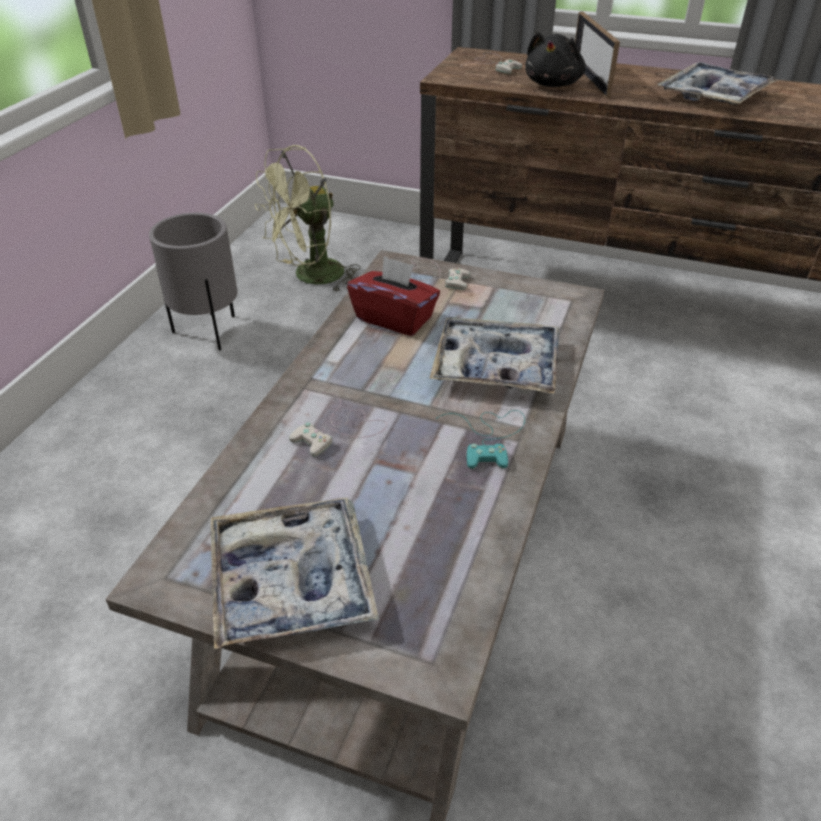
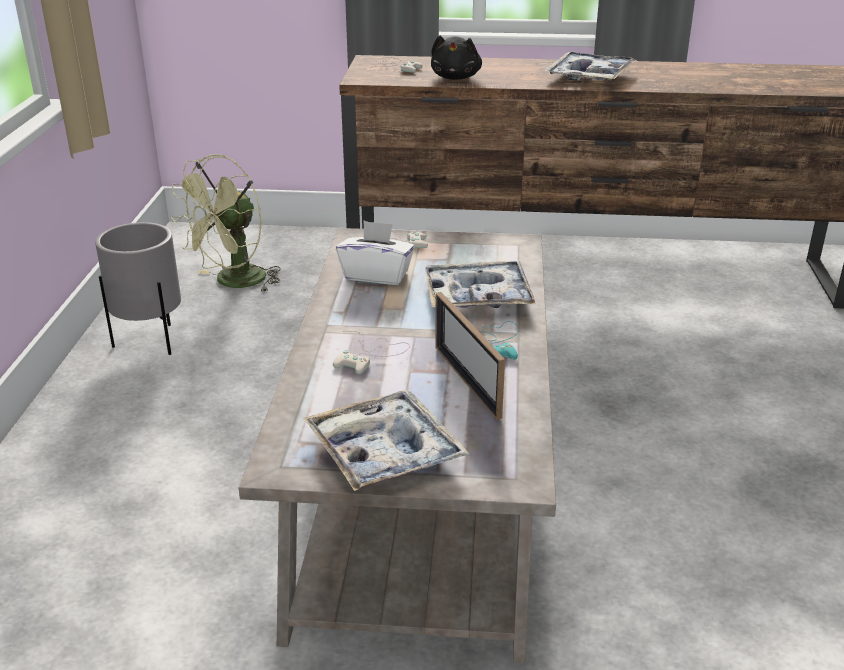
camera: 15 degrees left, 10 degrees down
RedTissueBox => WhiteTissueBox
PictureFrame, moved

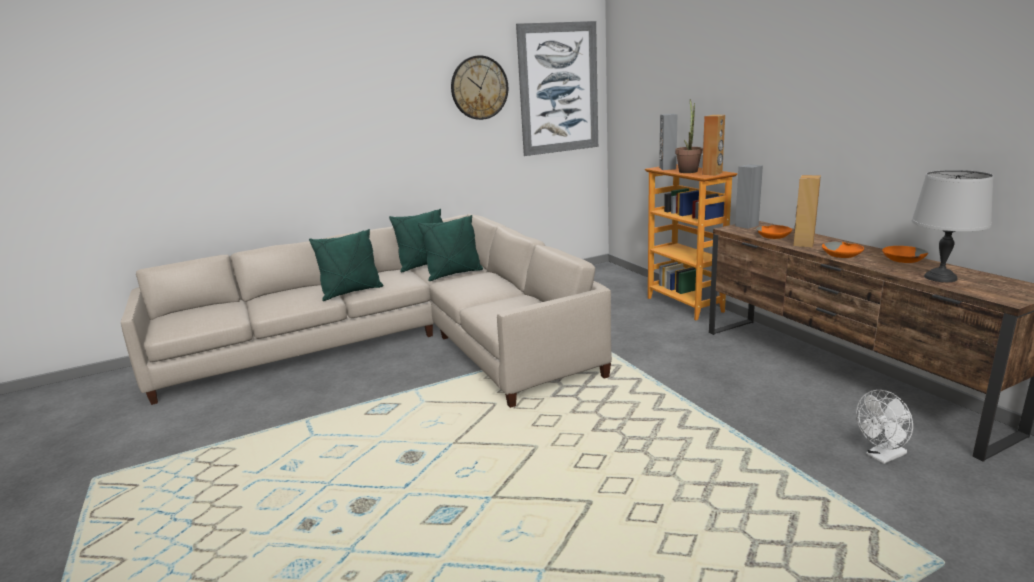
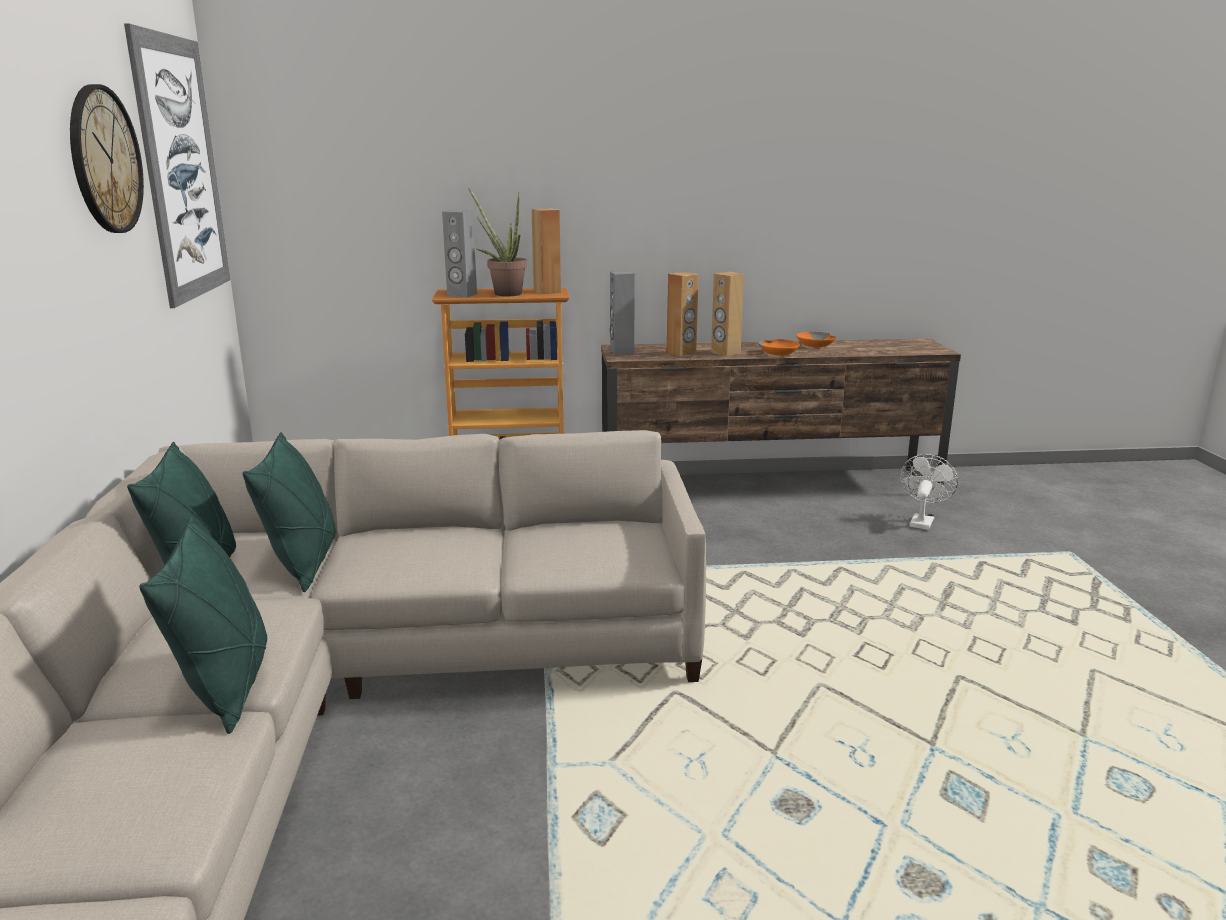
camera: 70 degrees left, 0 degrees up
OrangeBowl (1st from left) => BrownSpeaker (2nd from left)
WhiteFan, 150 degrees counterclockwise
GreyTableLamp => nothing

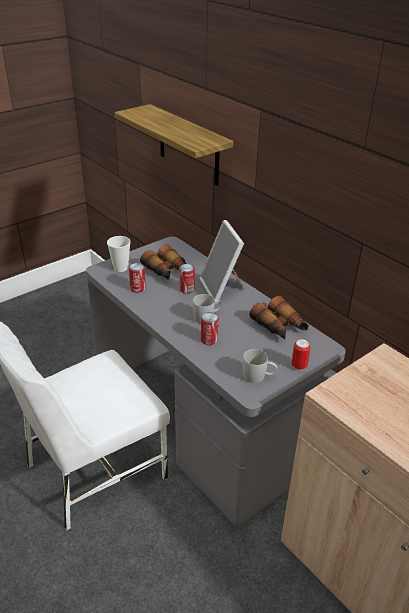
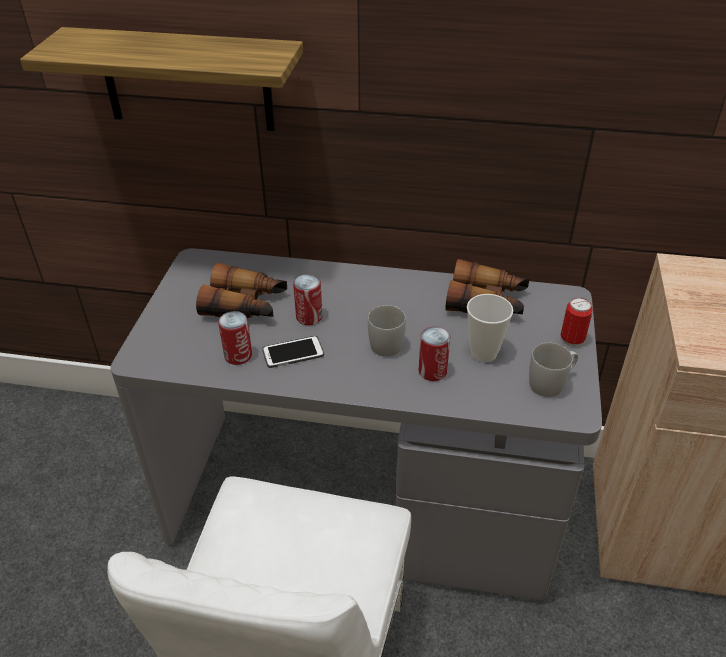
camera: 40 degrees left, 5 degrees up
nothing => Phone
Cup, moved
PictureFrame => nothing

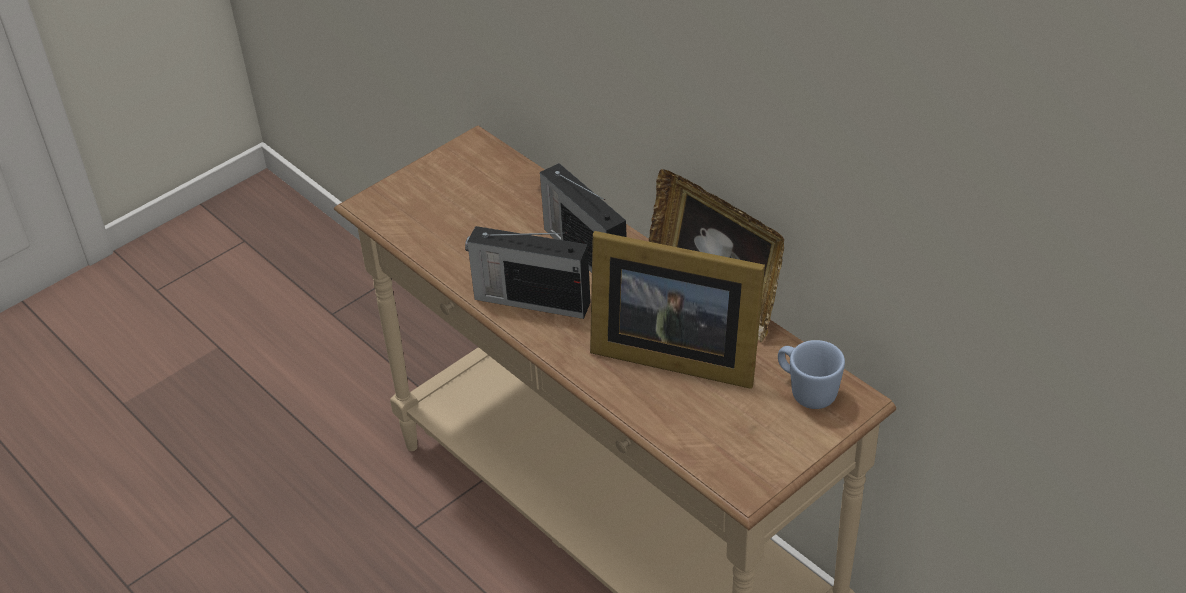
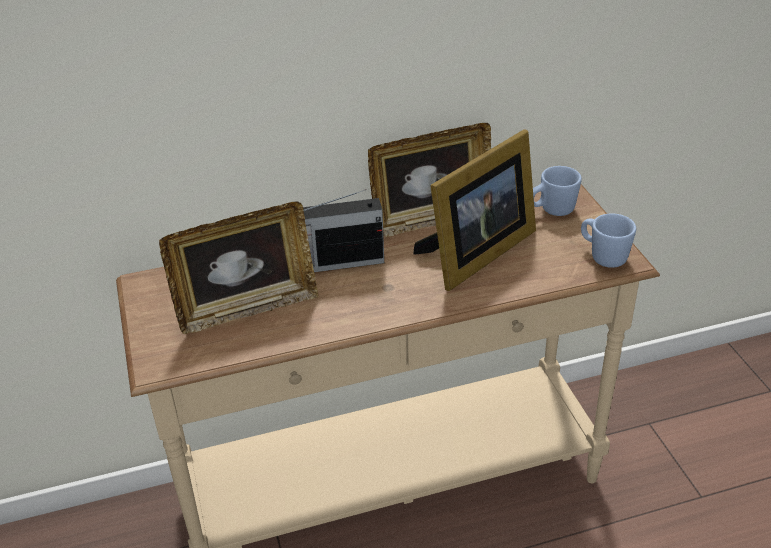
camera: 65 degrees left, 5 degrees down
nothing => PictureFrame (1st from left)
nothing => BlueMug (2nd from left)
Radio (1st from left) => nothing

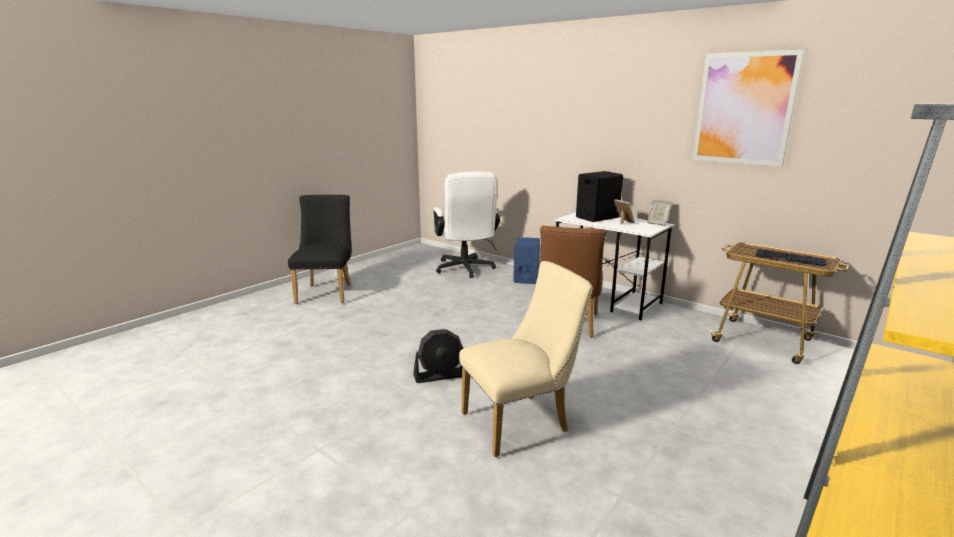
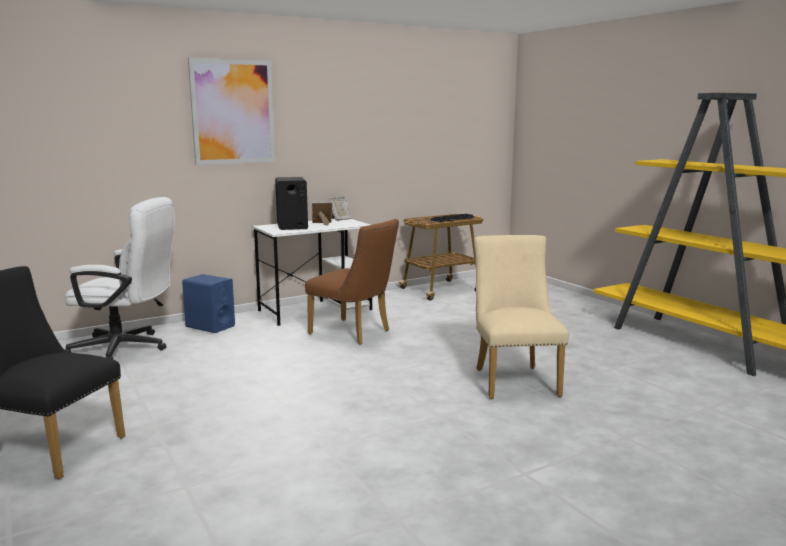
camera: 70 degrees left, 5 degrees down
Picture, moved
BlackFan => nothing

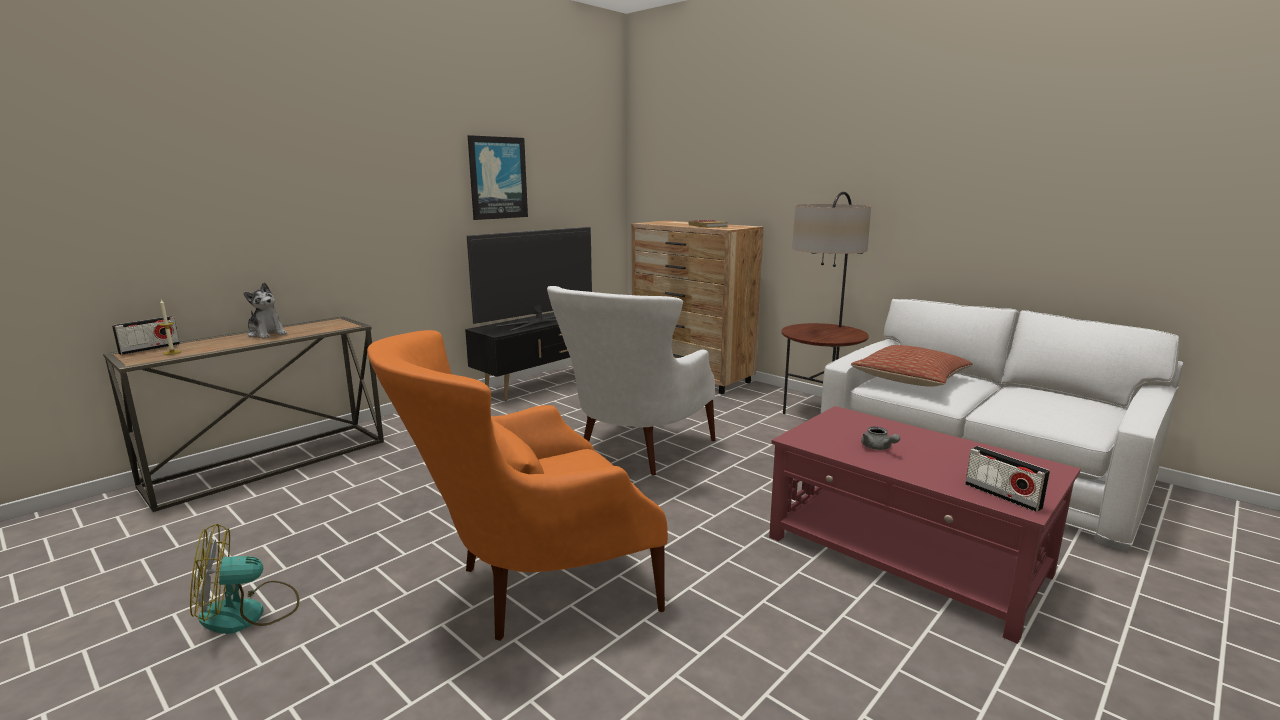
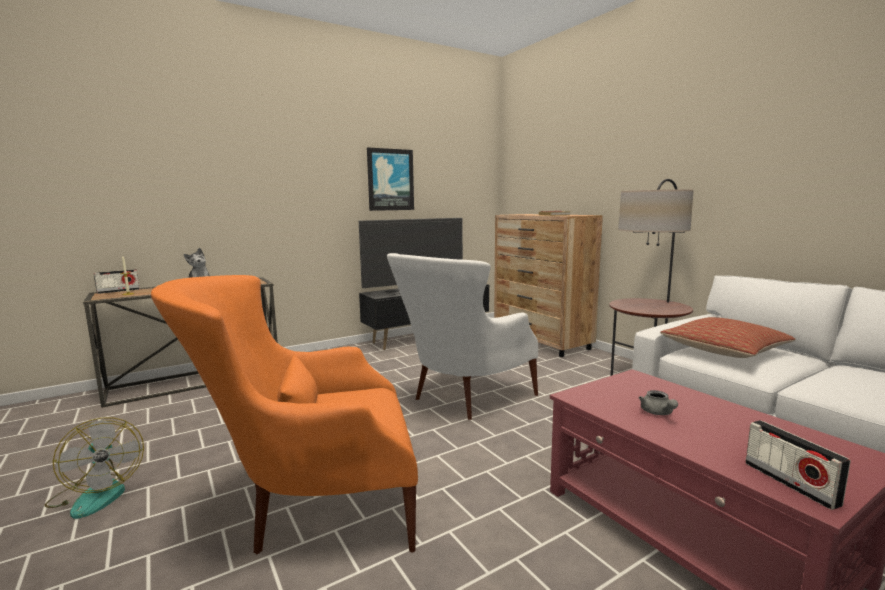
camera: 15 degrees right, 5 degrees down
Fan, 120 degrees counterclockwise

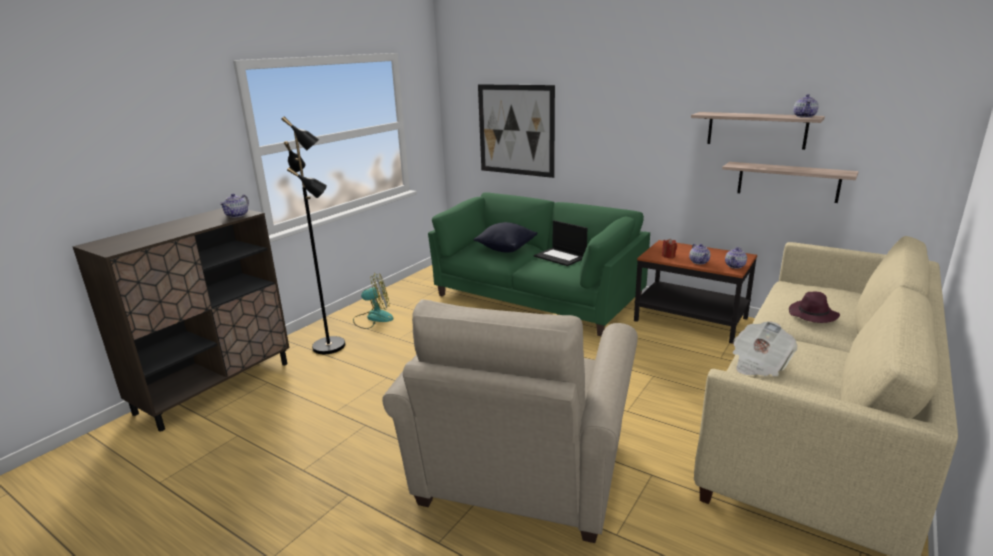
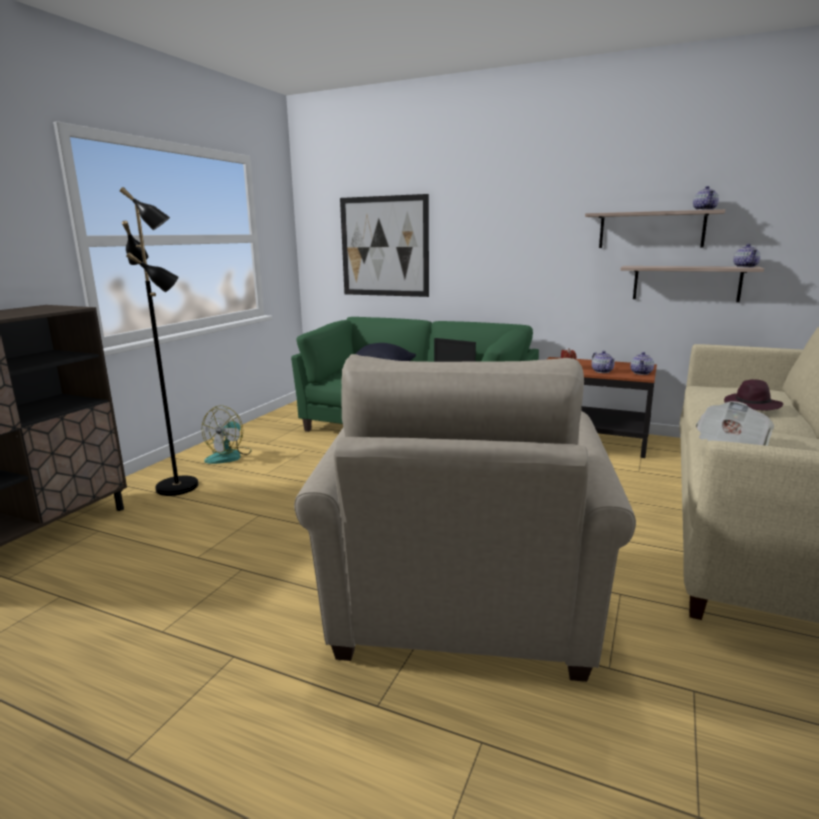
camera: 10 degrees left, 5 degrees down
Fan, 135 degrees clockwise
Teapot (1st from left in the first image) => Teapot (4th from left), moved

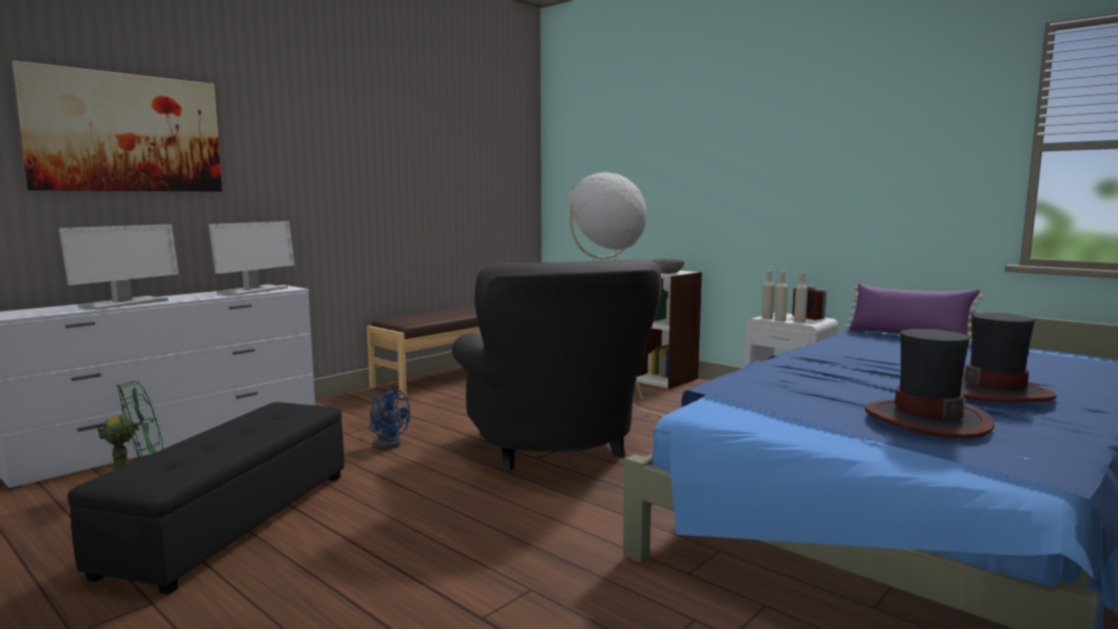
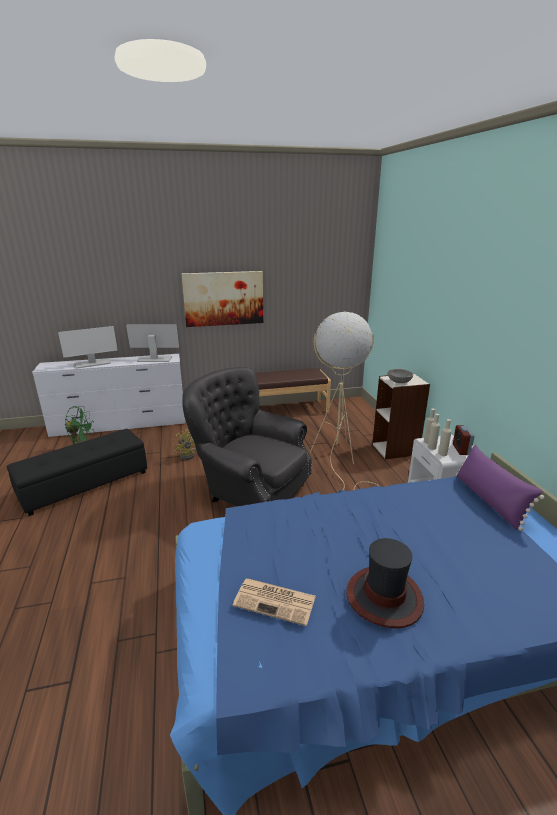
camera: 35 degrees right, 15 degrees up
Monitor (2nd from left), 150 degrees counterclockwise
BlueFan => YellowFan
Picture, moved
GreyArmchair, 105 degrees clockwise
Hat (1st from left) => Newspaper

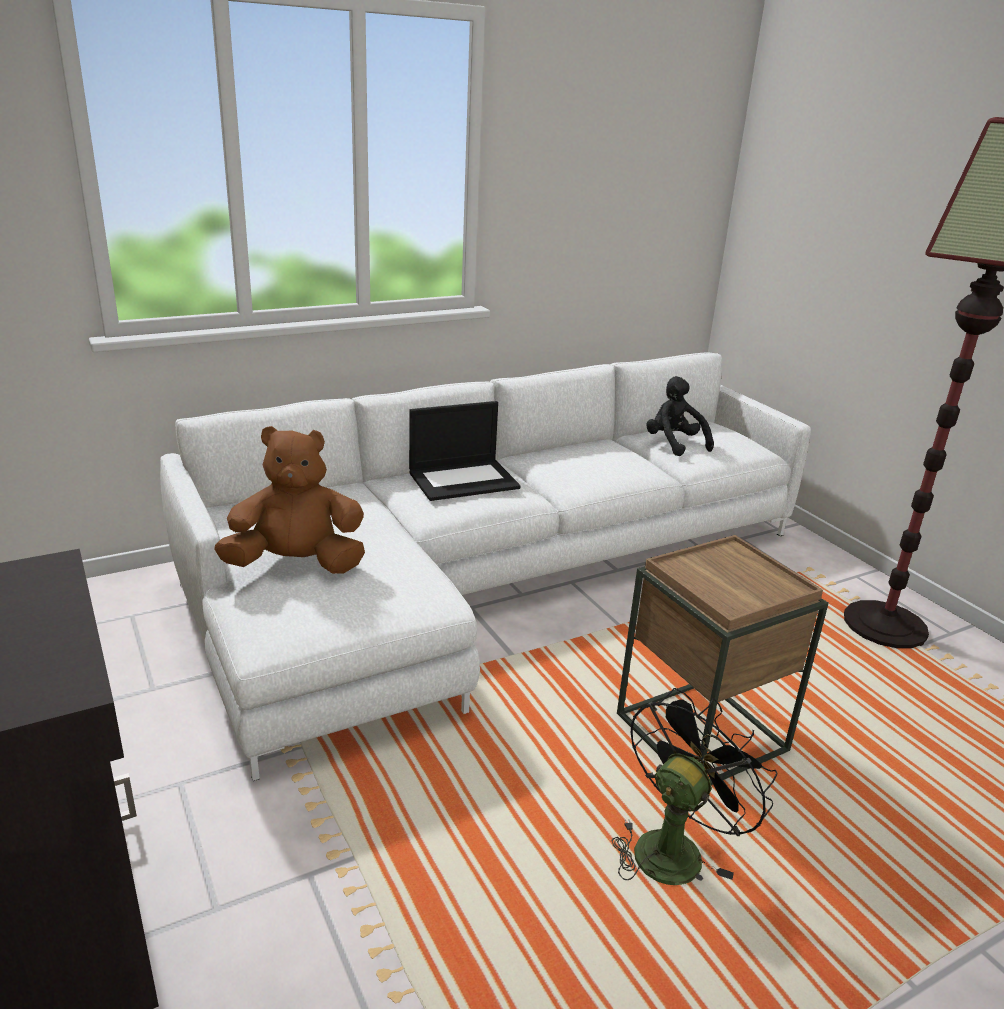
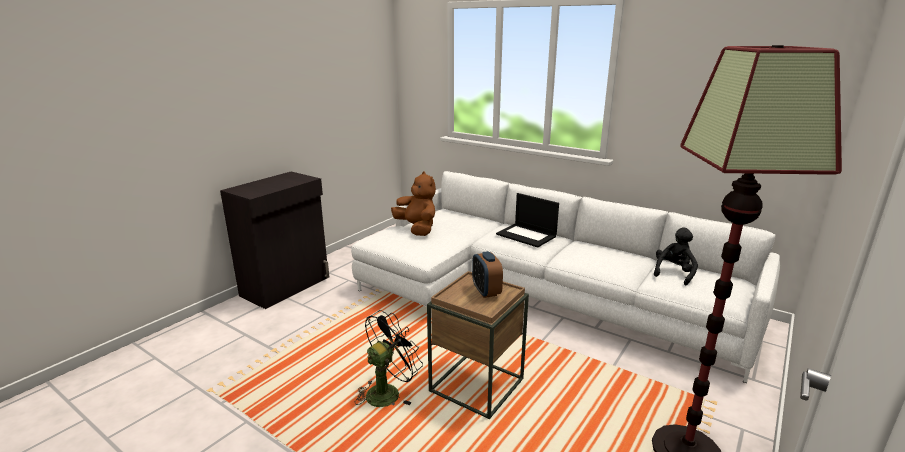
camera: 65 degrees right, 5 degrees down
BlackFan, 60 degrees counterclockwise
nothing => AlarmClock

